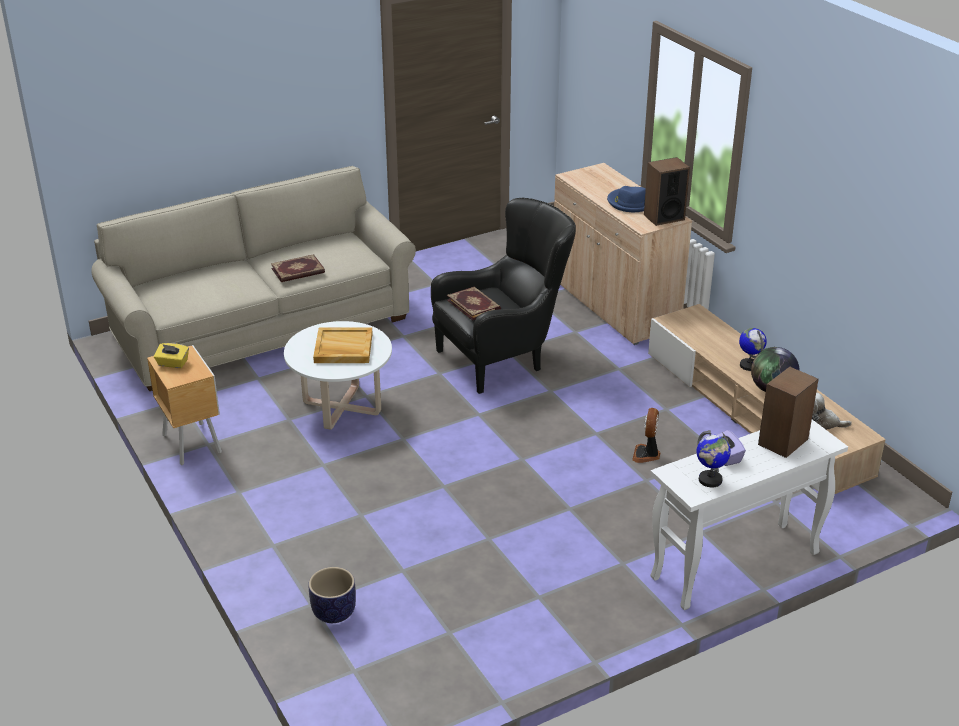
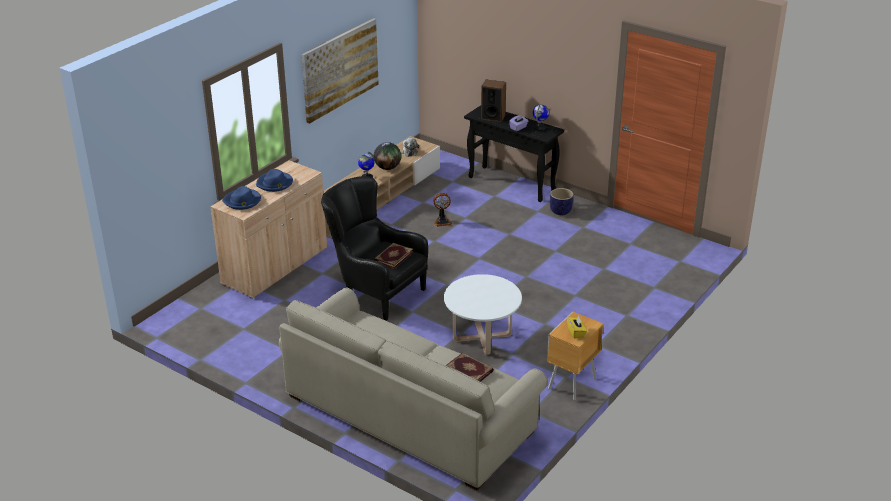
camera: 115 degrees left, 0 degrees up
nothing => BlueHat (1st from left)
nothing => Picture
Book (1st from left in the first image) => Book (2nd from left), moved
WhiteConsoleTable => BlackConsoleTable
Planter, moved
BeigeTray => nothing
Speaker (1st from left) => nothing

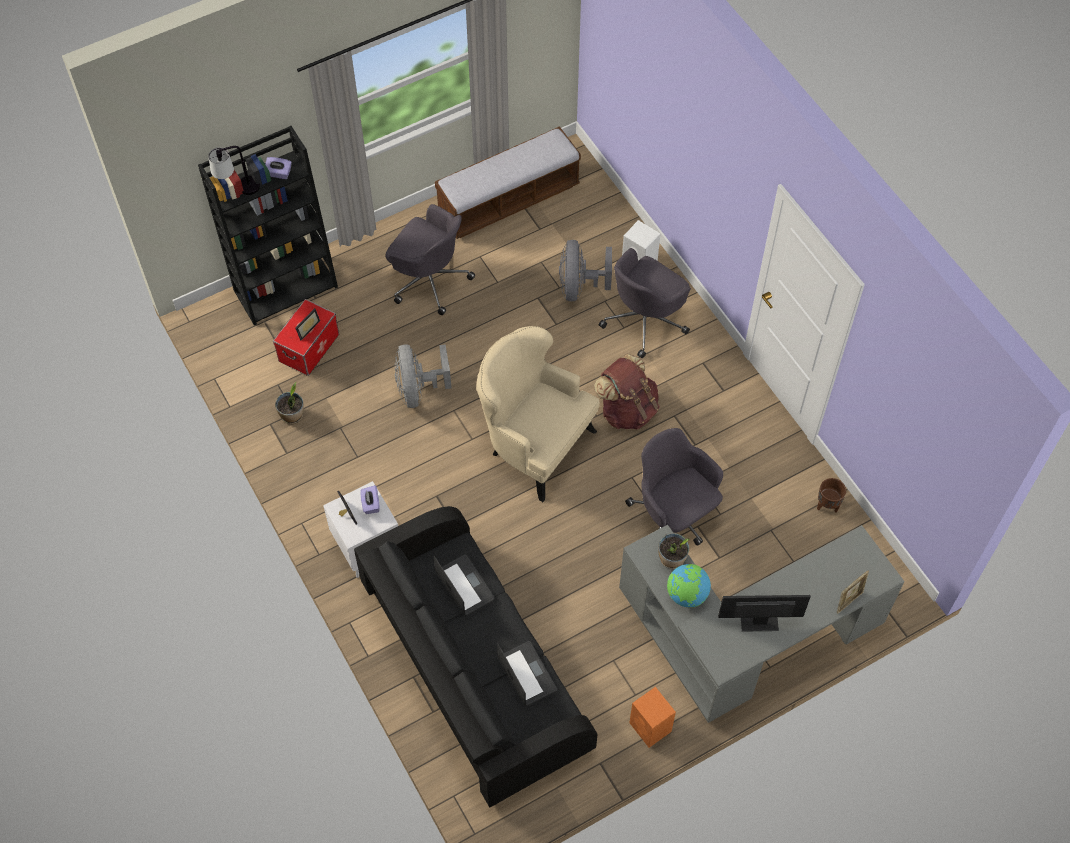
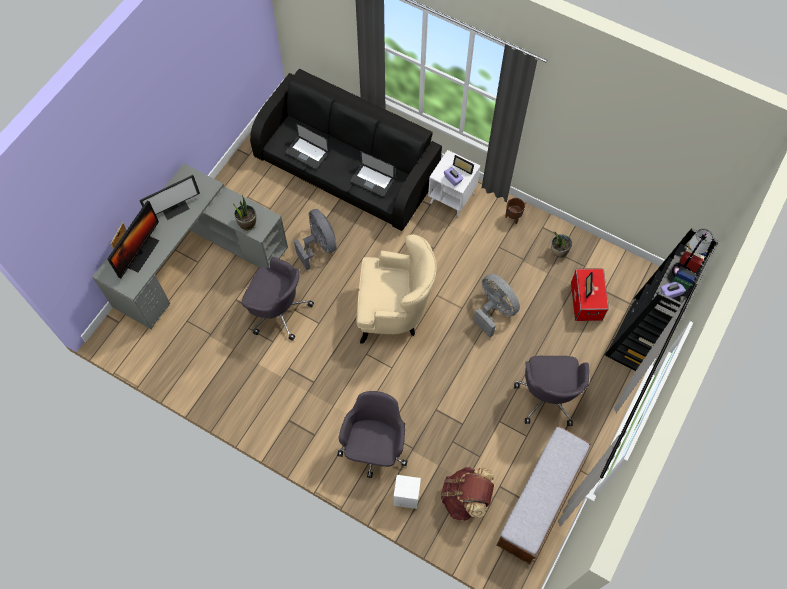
camera: 150 degrees right, 5 degrees up
nothing => Monitor (1st from left)
GreyFan (2nd from left in the first image) => GreyFan (1st from left), moved
BrownBackpack, moved
BrownPlanter, moved
GreyOfficeChair (1st from left in the first image) => GreyOfficeChair (3rd from left), 90 degrees counterclockwise
OrangeSpeaker => nothing
Globe => nothing

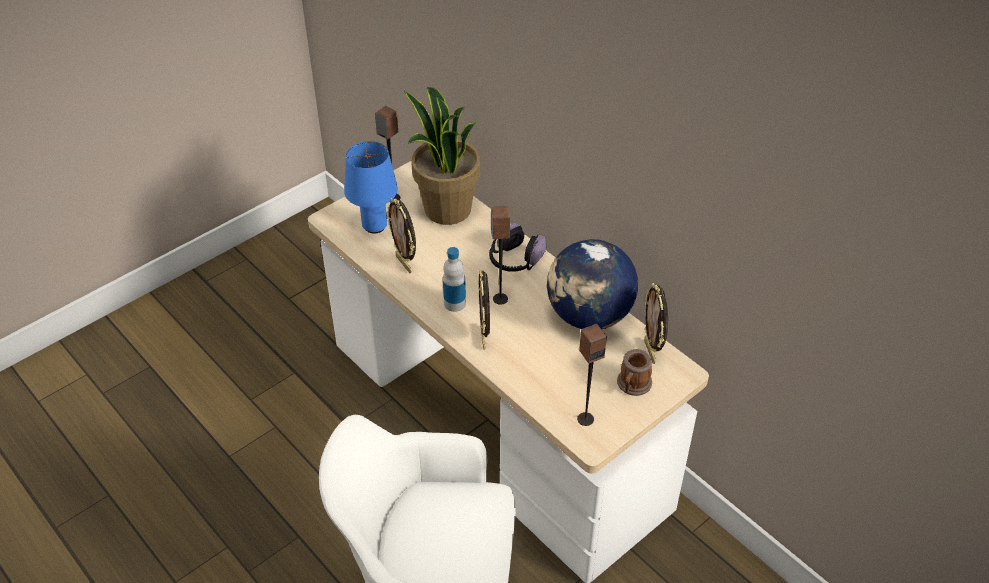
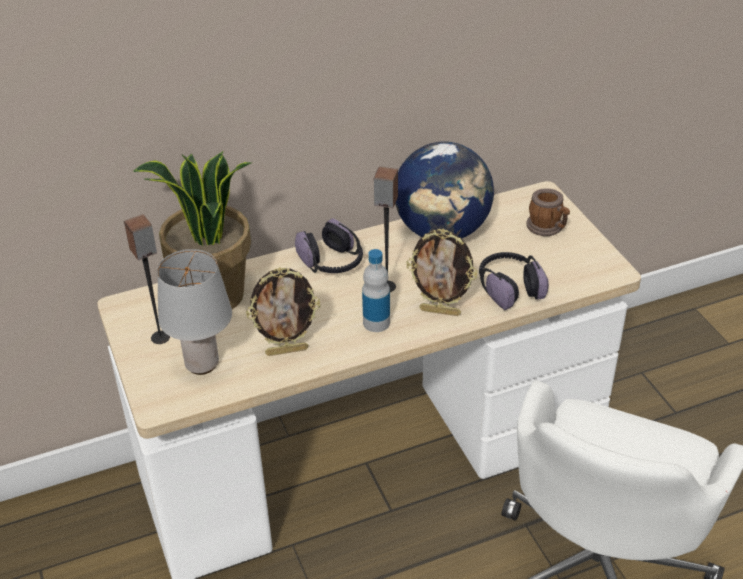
camera: 70 degrees left, 5 degrees down
BlueTableLamp => GreyTableLamp
nothing => Headphones (2nd from left)
Speaker (3rd from left) => nothing
PictureFrame (3rd from left) => nothing

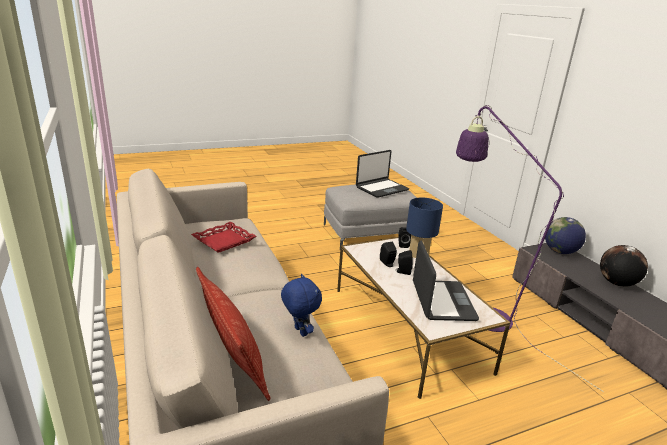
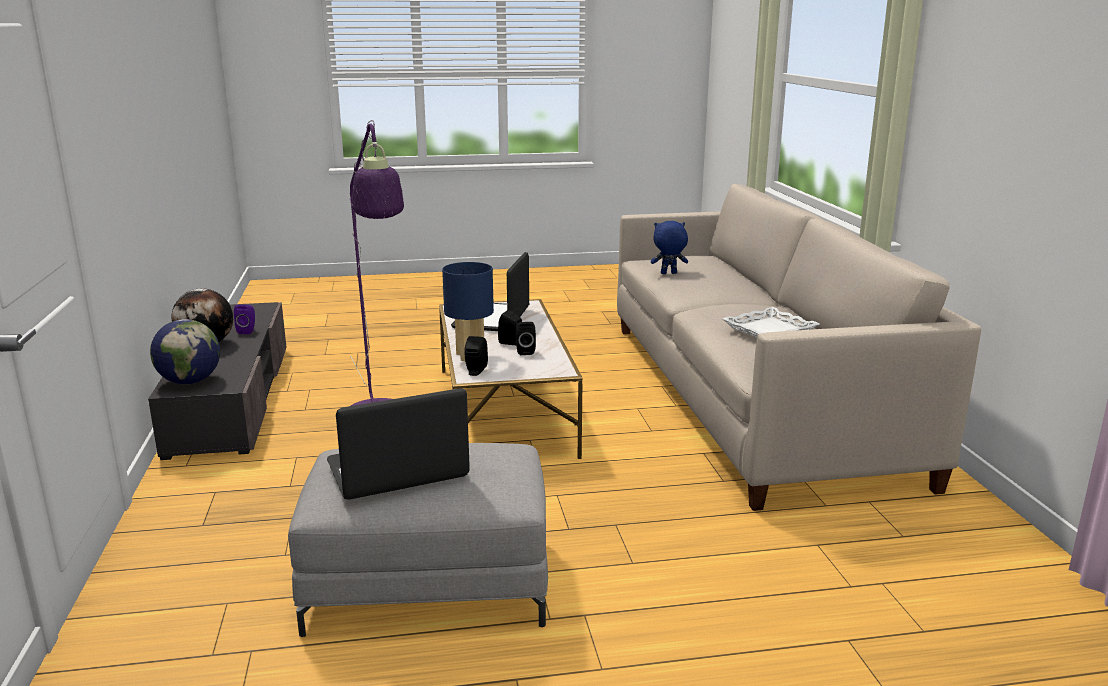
camera: 165 degrees left, 5 degrees down
nothing => PurpleSpeaker
BluePlushToy, 105 degrees clockwise
RedTray => WhiteTray
Pillow => nothing

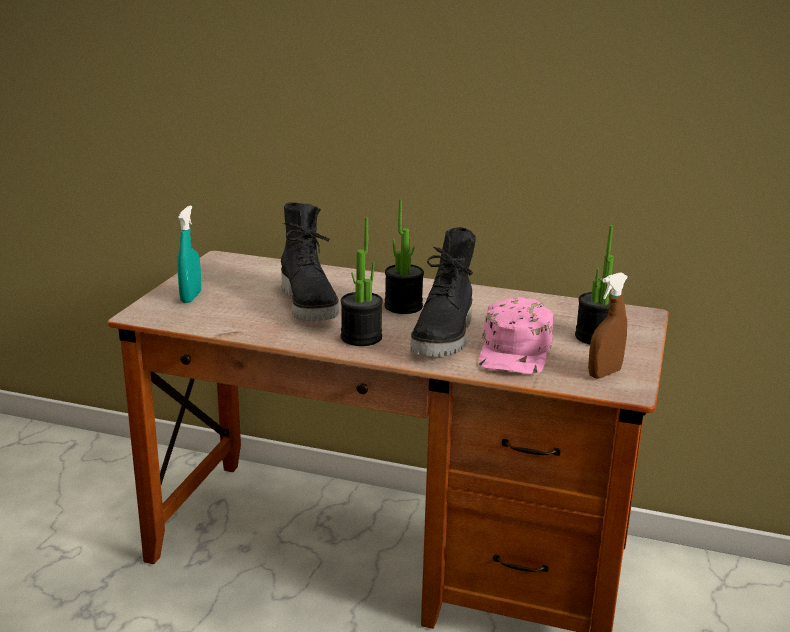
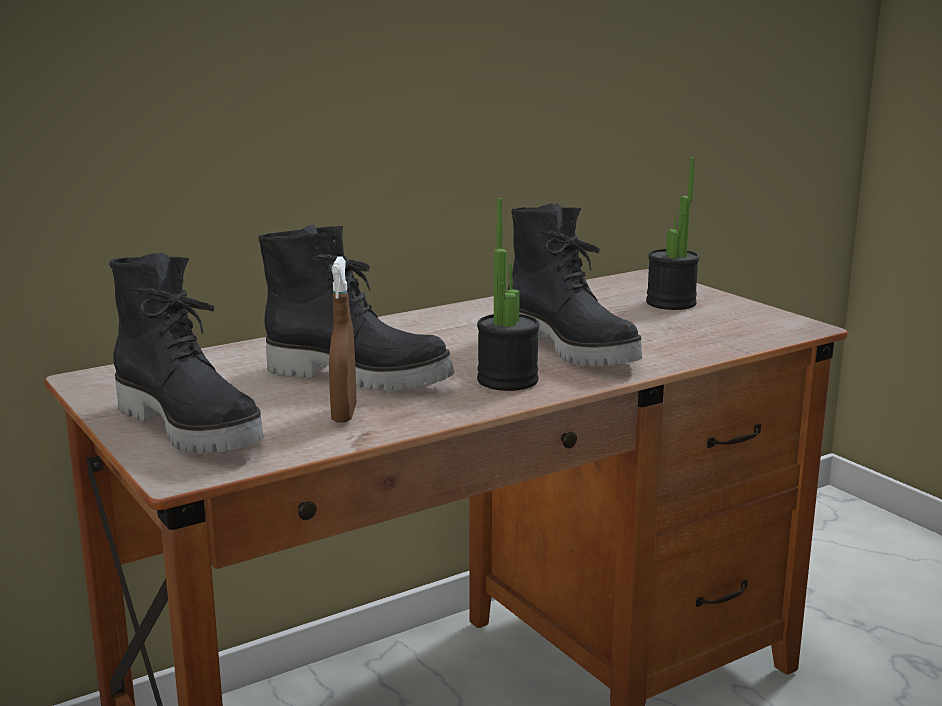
camera: 50 degrees left, 5 degrees down
TurquoiseSprayBottle => BlackBoot (1st from left)
BrownSprayBottle, moved
PottedPlant (2nd from left) => nothing
PinkCap => nothing

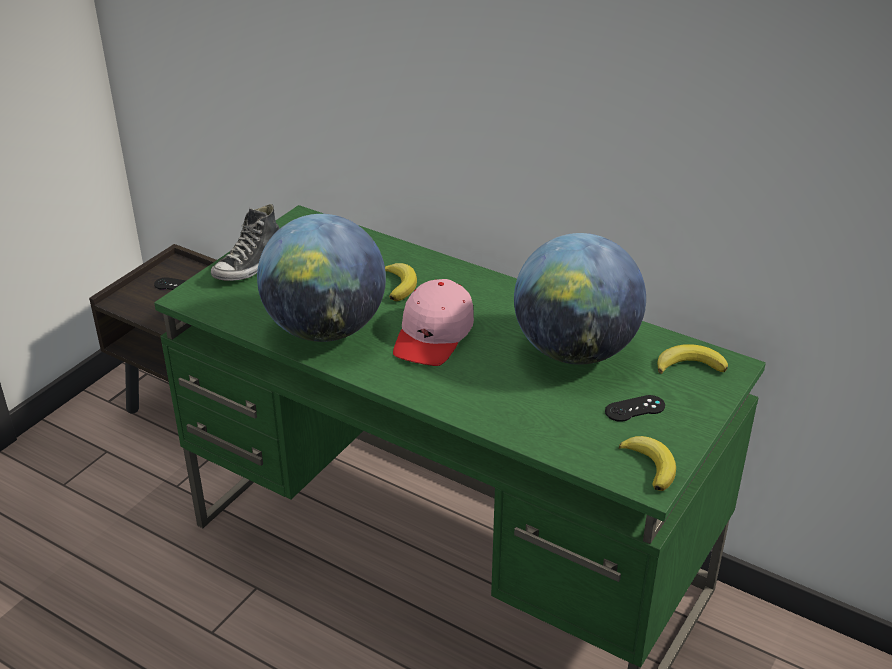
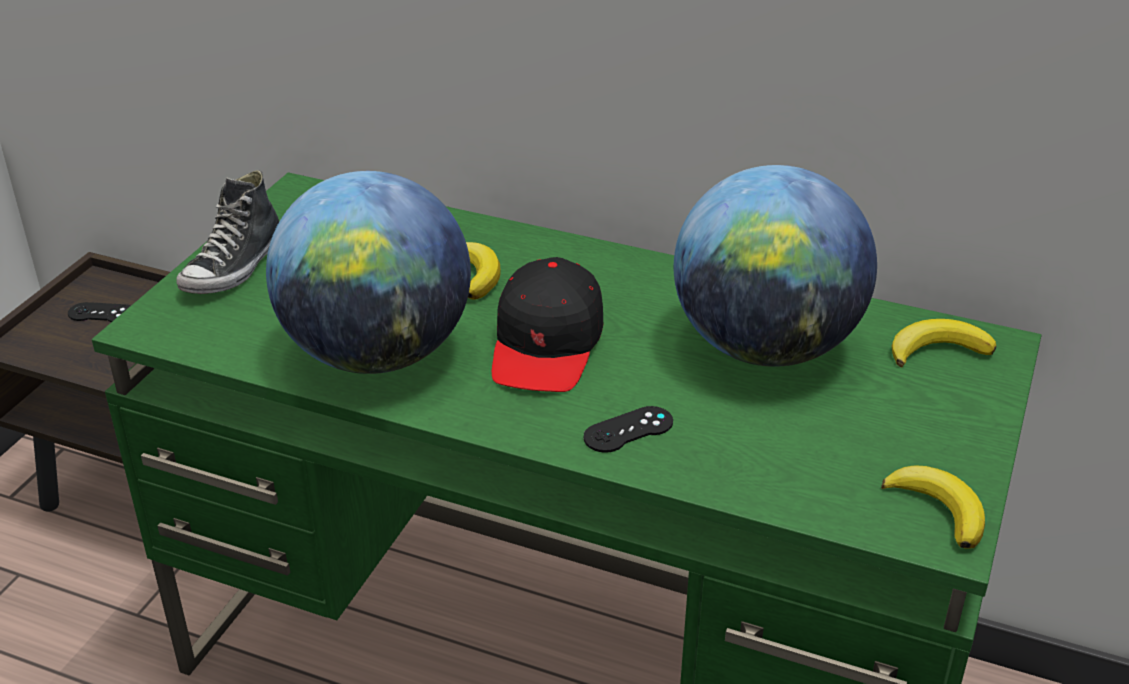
camera: 10 degrees left, 0 degrees up
PinkCap => BlackCap
BlackGameController (2nd from left), moved

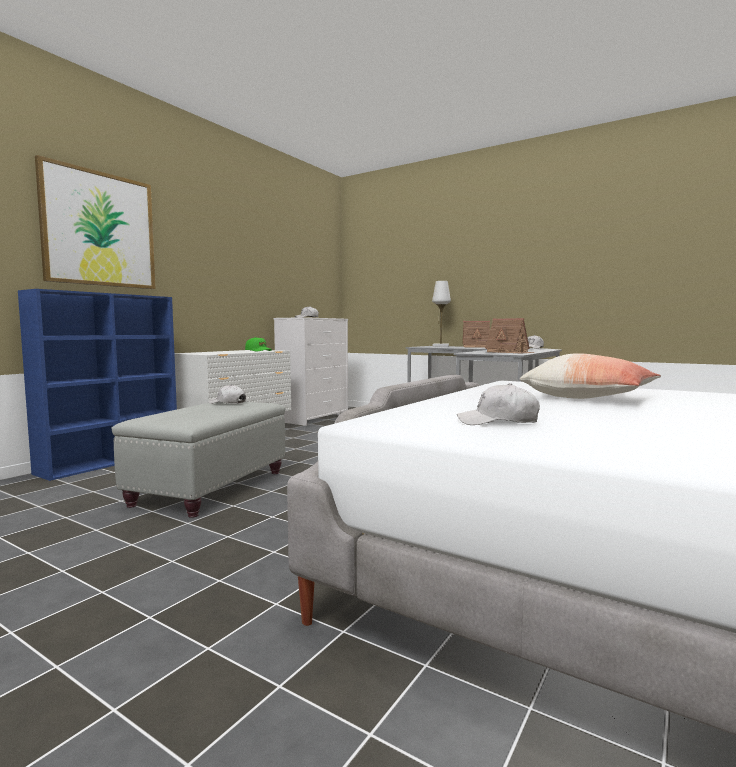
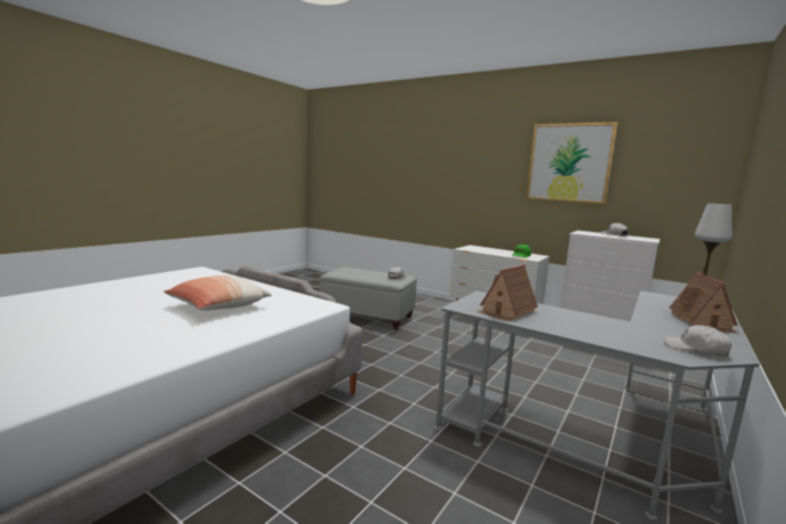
camera: 90 degrees right, 5 degrees up
Picture, moved
BlueBookcase => nothing
WhiteCap (3rd from left) => nothing

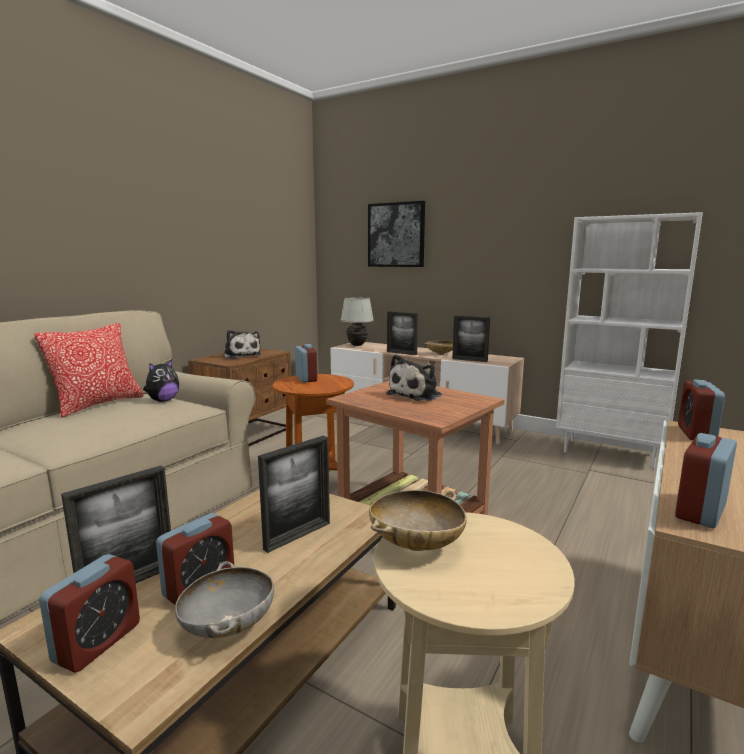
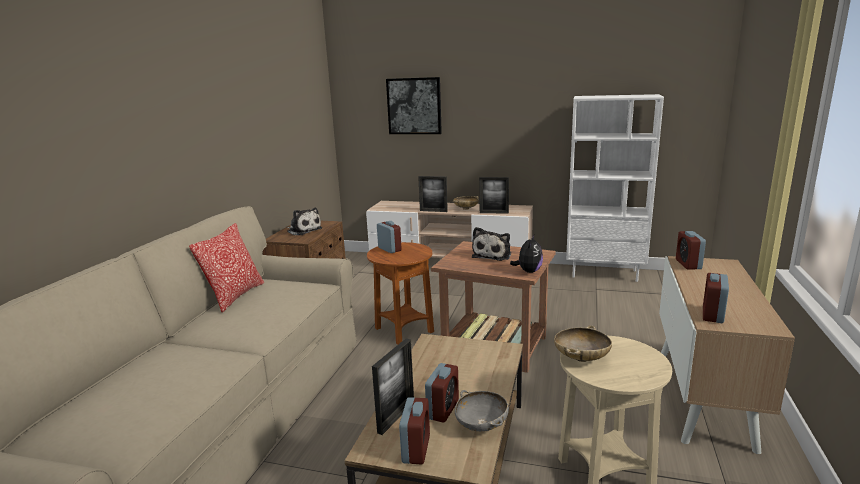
camera: 15 degrees left, 5 degrees up
PlushToy (1st from left in the first image) => PlushToy (3rd from left), moved
PictureFrame (2nd from left) => nothing
WhiteTableLamp => nothing

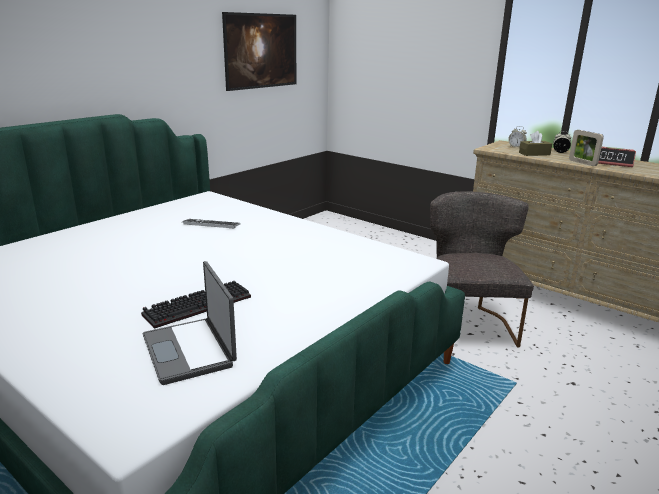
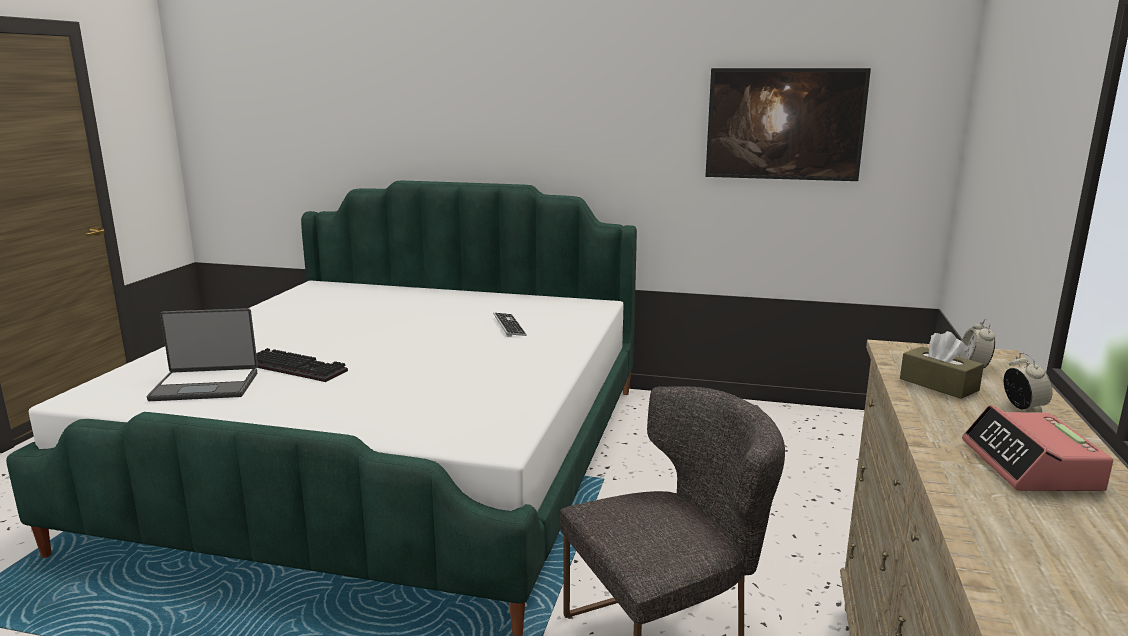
camera: 65 degrees right, 5 degrees down
Laptop, 135 degrees counterclockwise
PictureFrame => nothing

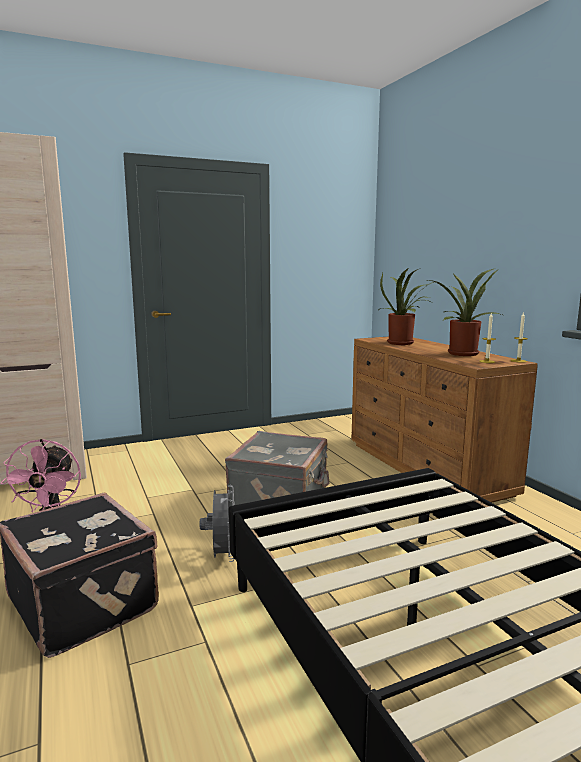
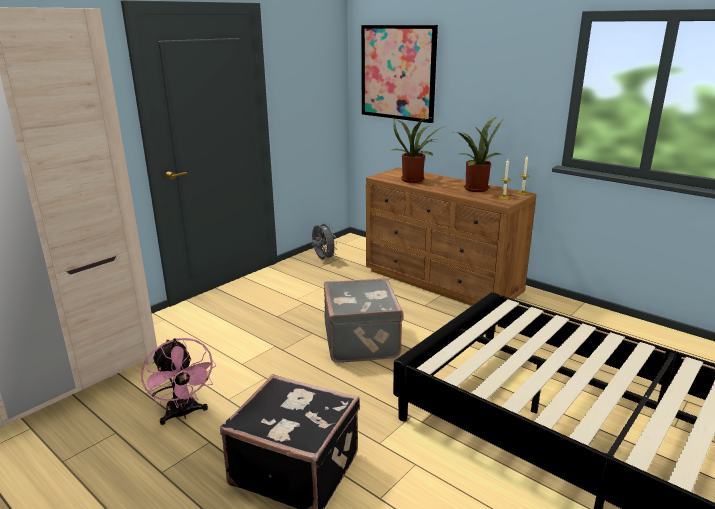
camera: 25 degrees left, 10 degrees up
GreyFan, moved
nothing => Picture

